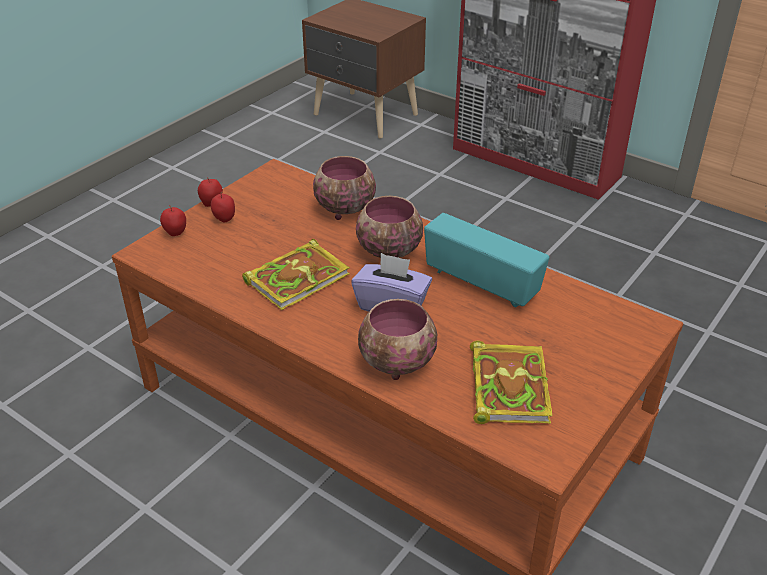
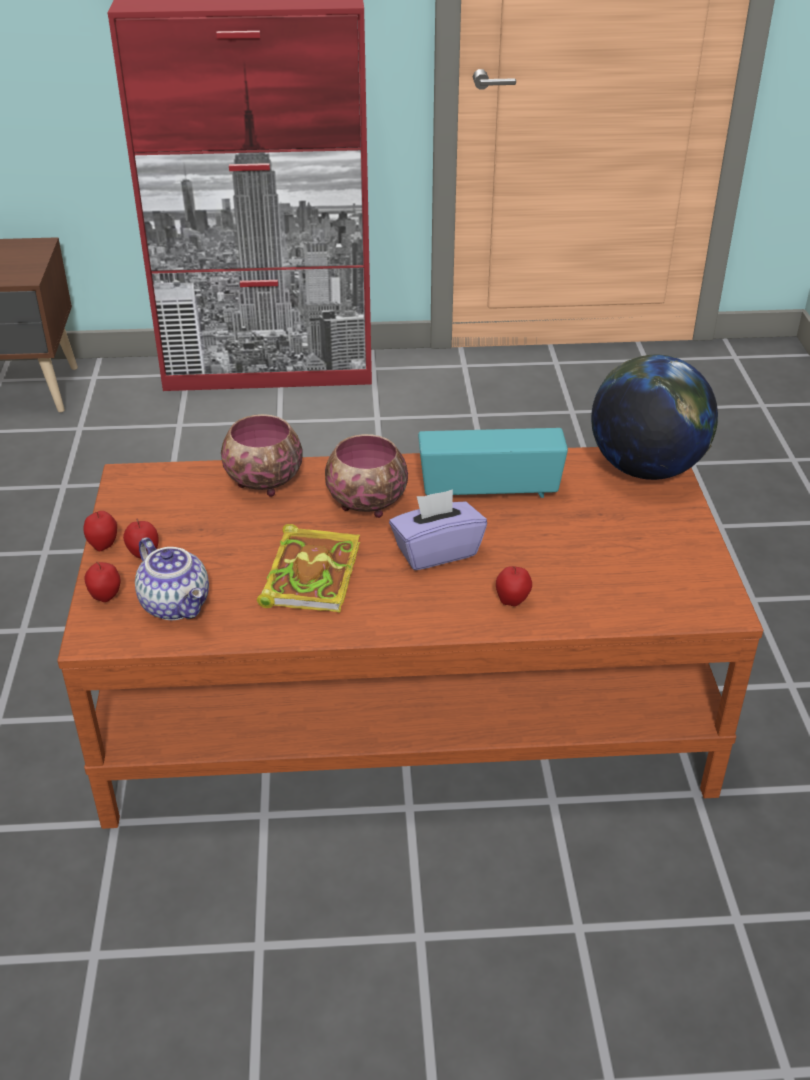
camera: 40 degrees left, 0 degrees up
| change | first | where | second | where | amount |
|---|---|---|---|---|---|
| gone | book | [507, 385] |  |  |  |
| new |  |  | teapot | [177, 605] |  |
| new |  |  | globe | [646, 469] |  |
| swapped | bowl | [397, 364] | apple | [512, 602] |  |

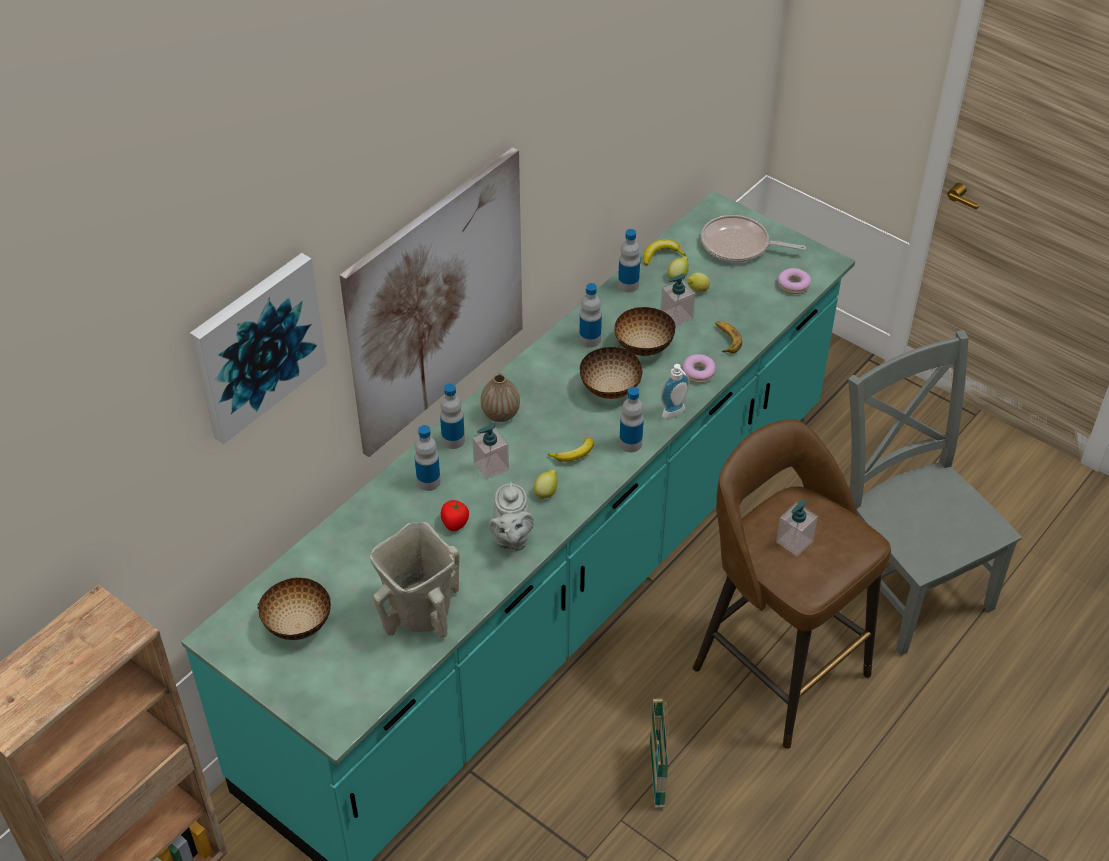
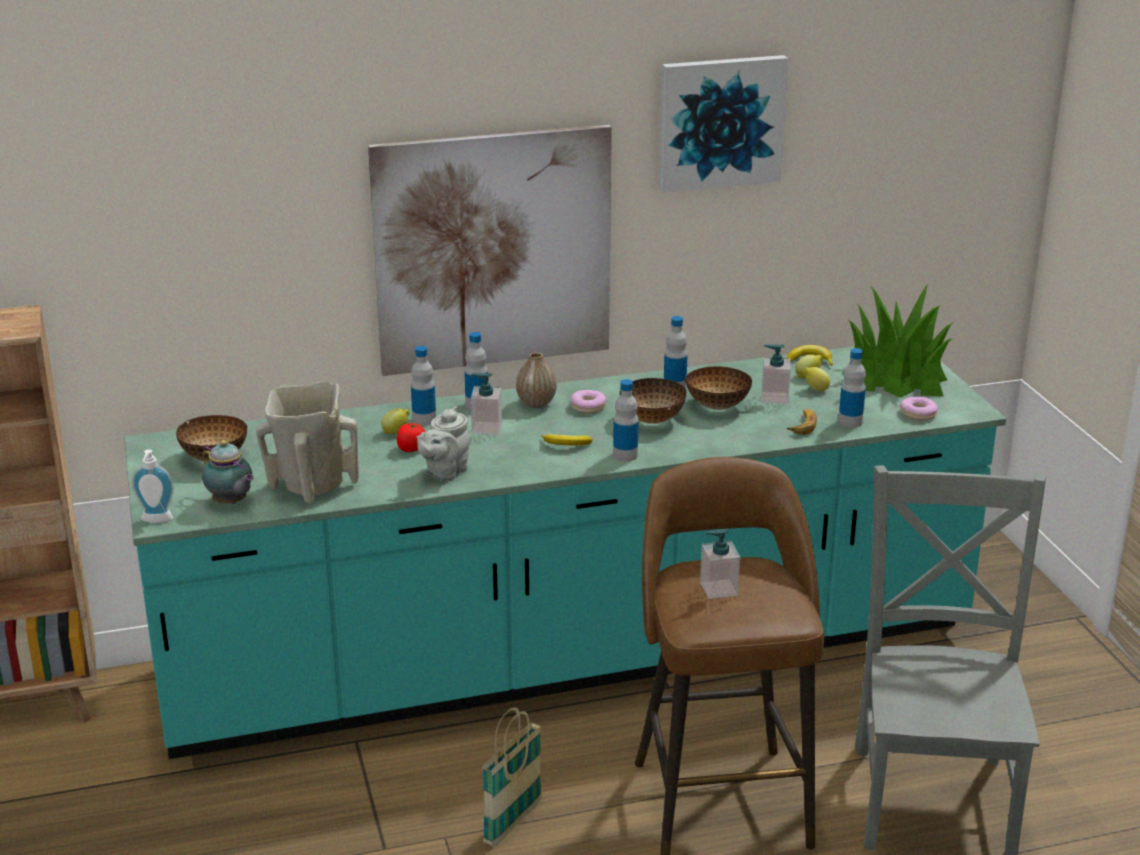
camera: 35 degrees right, 20 degrees down
| change | first | where | second | where | amount |
|---|---|---|---|---|---|
| new |  |  | teapot | [231, 503] |  |
| shifted | picture | [257, 346] |  | [720, 122] |  |
| shifted | lemon | [546, 492] |  | [396, 432] |  |
| shifted | bottle | [628, 285] |  | [850, 422] |  |
| shifted | soap dispenser | [675, 414] |  | [156, 521] |  |
| shifted | donut | [698, 372] |  | [588, 407] |  |
| swapped | frying pan | [739, 245] | potted plant | [895, 376] |  |

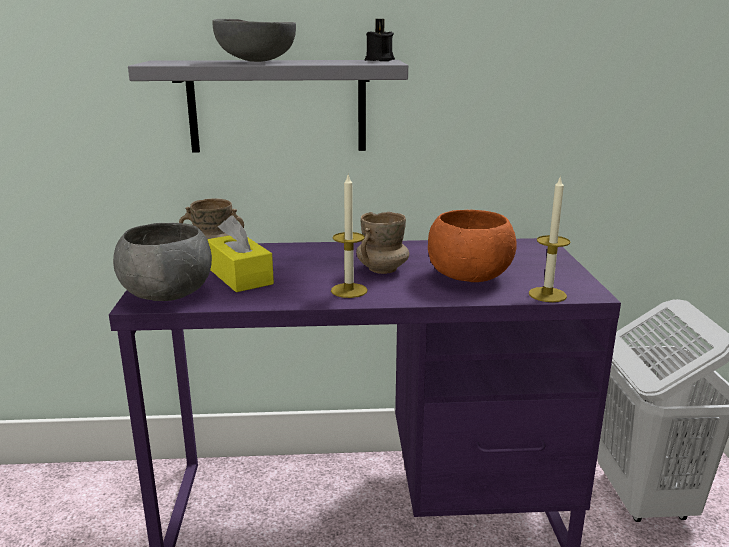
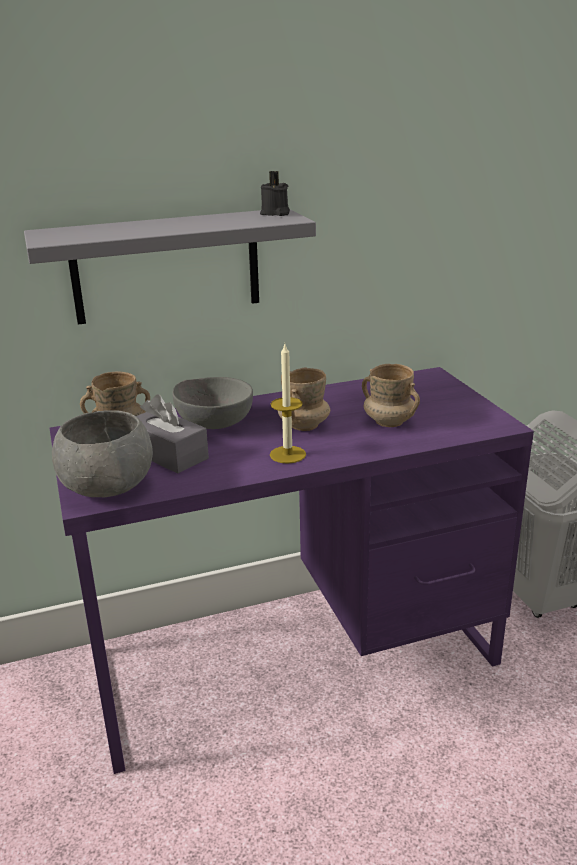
camera: 15 degrees left, 5 degrees up
| change | first | where | second | where | amount |
|---|---|---|---|---|---|
| gone | candle | [547, 294] |  |  |  |
| shifted | grey bowl | [256, 61] |  | [214, 423] |  |
| swapped | orange bowl | [468, 276] | beige mug | [388, 422] |  |
| repainted | yellow tissue box | [240, 276] | grey tissue box | [168, 454] |  |

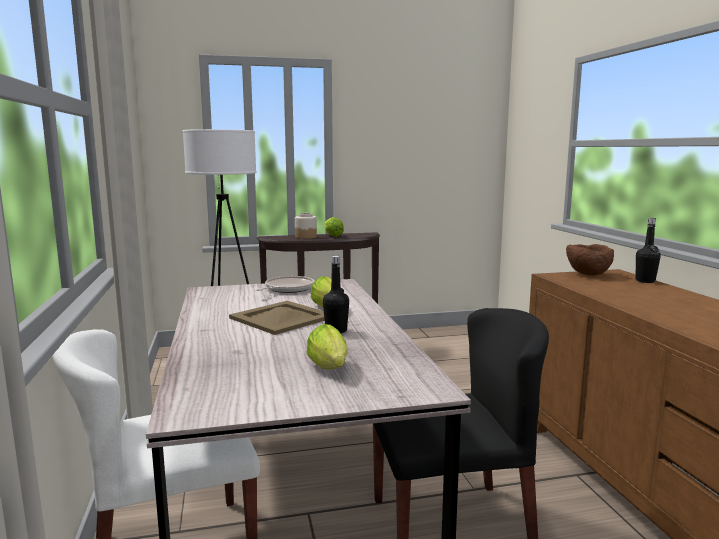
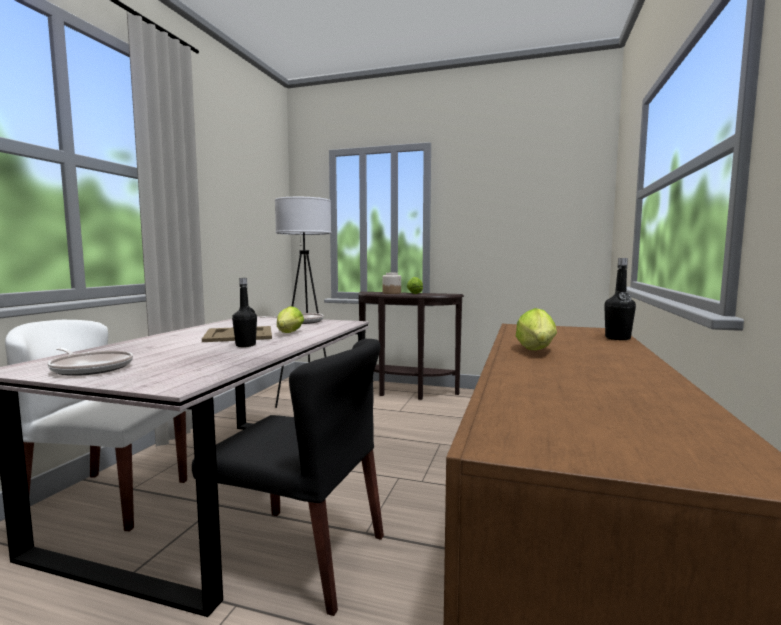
camera: 30 degrees right, 5 degrees down
| change | first | where | second | where | amount |
|---|---|---|---|---|---|
| gone | brown bowl | [587, 274] |  |  |  |
| new |  |  | frying pan | [91, 368] |  |
| shifted | lettuce | [330, 369] |  | [537, 351] |  |

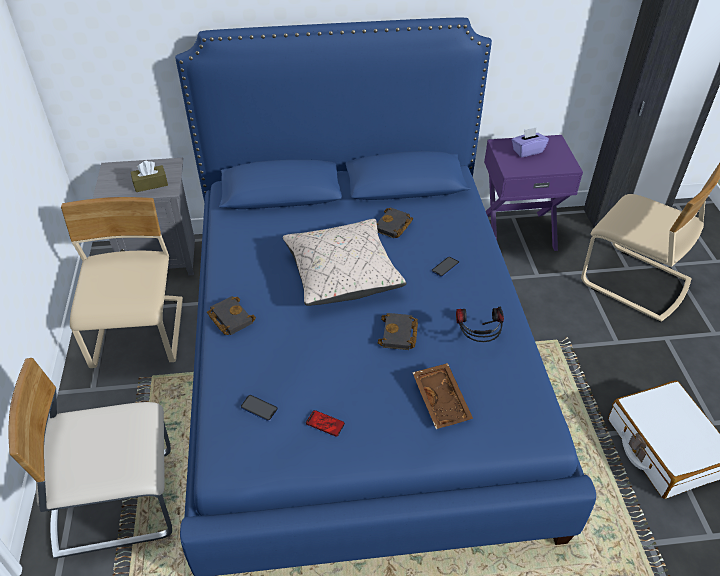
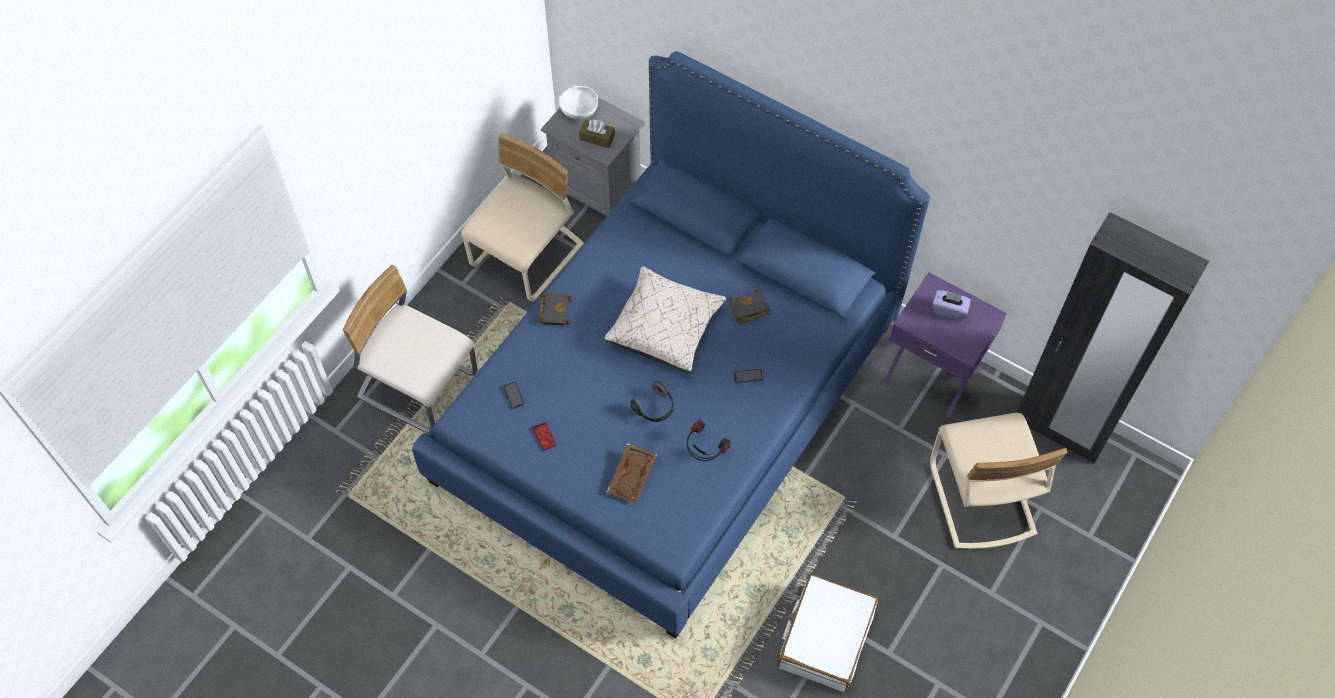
camera: 40 degrees right, 15 degrees up
| change | first | where | second | where | amount |
|---|---|---|---|---|---|
| new |  |  | white bowl | [579, 110] |  |
| swapped | black book | [399, 335] | headphones | [655, 408] |  |

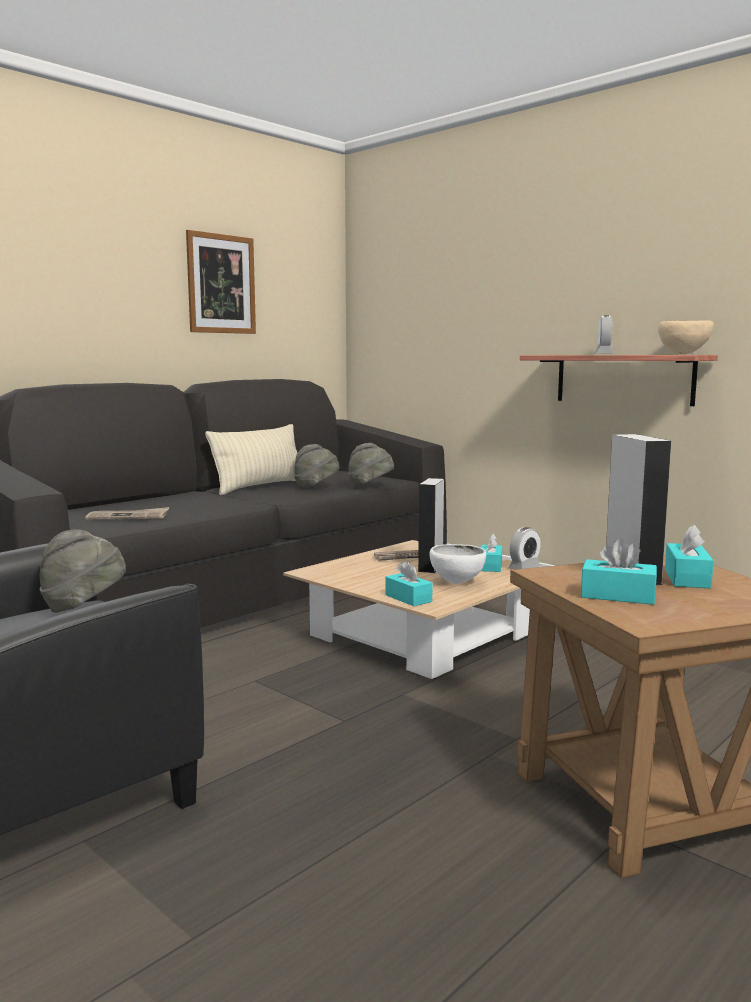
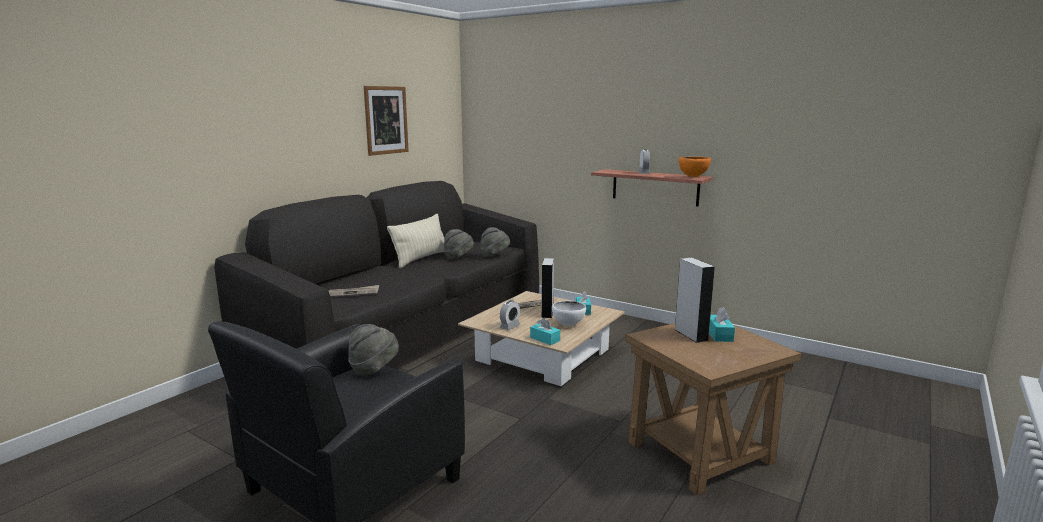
camera: 10 degrees left, 5 degrees up
| change | first | where | second | where | amount |
|---|---|---|---|---|---|
| gone | turquoise tissue box | [618, 596] |  |  |  |
| shifted | alarm clock | [524, 568] |  | [510, 326] |  |
| repainted | beige bowl | [683, 354] | orange bowl | [693, 177] |  |

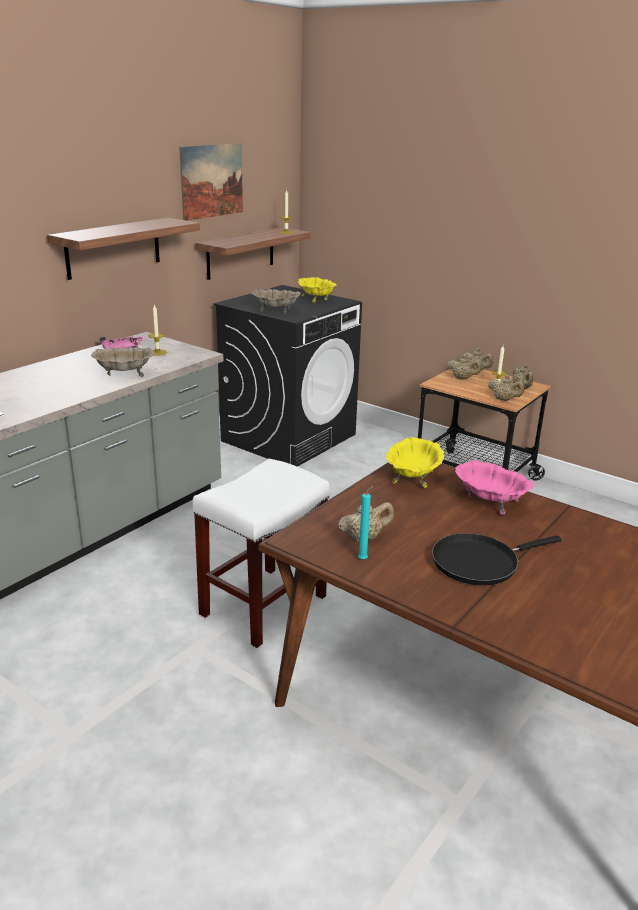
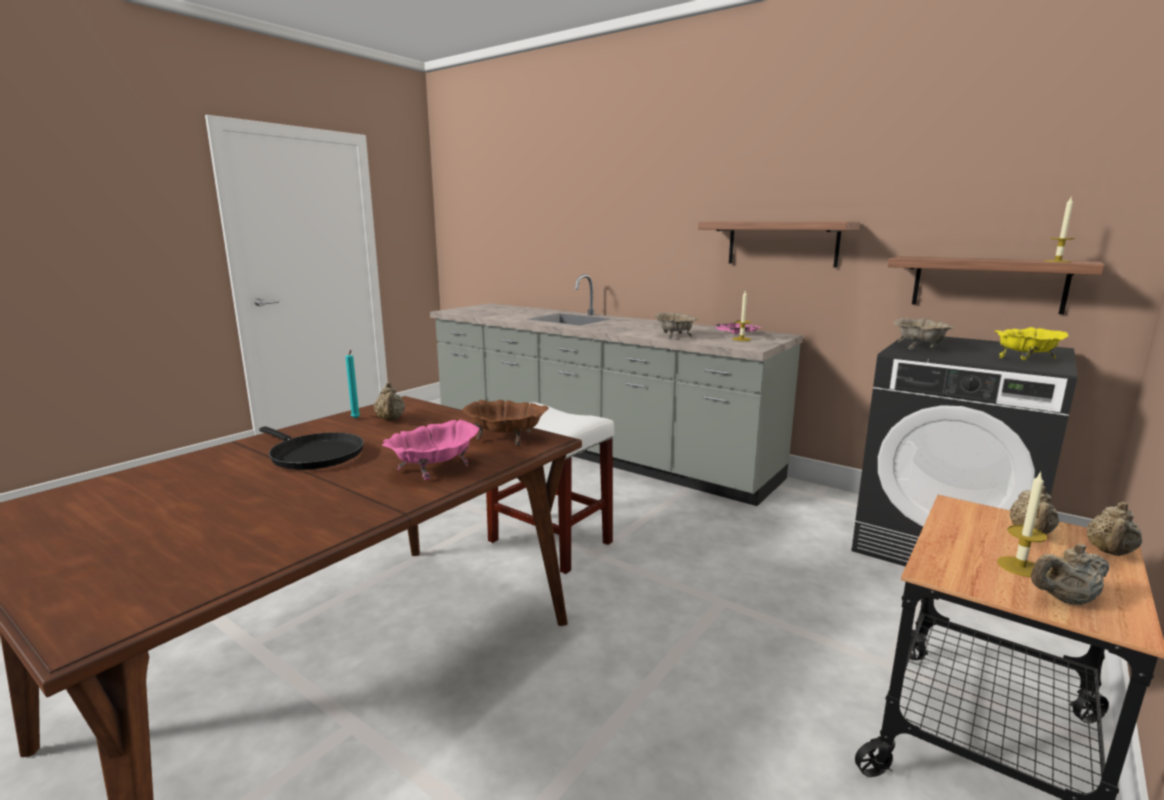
camera: 90 degrees right, 10 degrees down
| change | first | where | second | where | amount |
|---|---|---|---|---|---|
| gone | picture | [212, 181] |  |  |  |
| gone | beige teapot | [504, 400] |  |  |  |
| repainted | yellow bowl | [412, 477] | brown bowl | [506, 438] |  |
| rotated | black frying pan | [479, 562] |  | [313, 455] | 150 degrees clockwise |

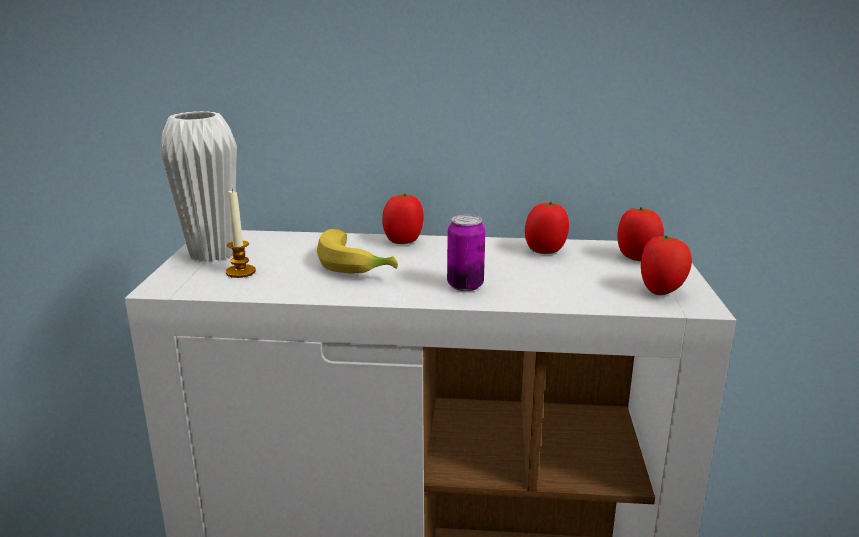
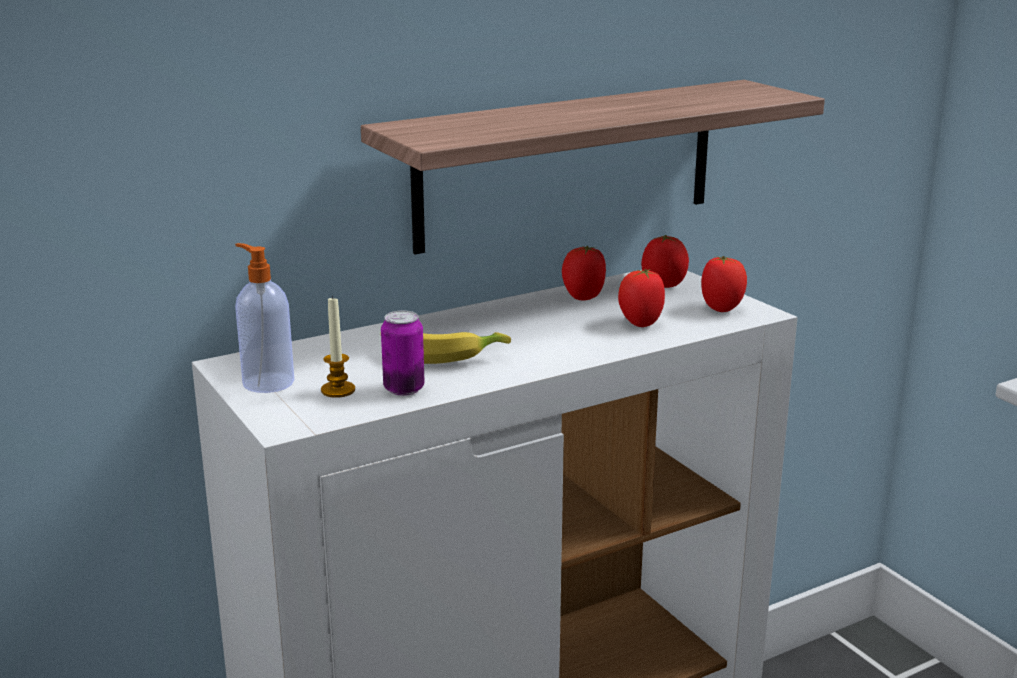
camera: 35 degrees left, 0 degrees up
| change | first | where | second | where | amount |
|---|---|---|---|---|---|
| new |  |  | shelf | [568, 164] |  |
| shifted | tomato | [403, 241] |  | [640, 323] |  |
| shifted | can | [465, 285] |  | [404, 389] |  |
| swapped | white vase | [211, 254] | soap dispenser | [267, 382] |  |

